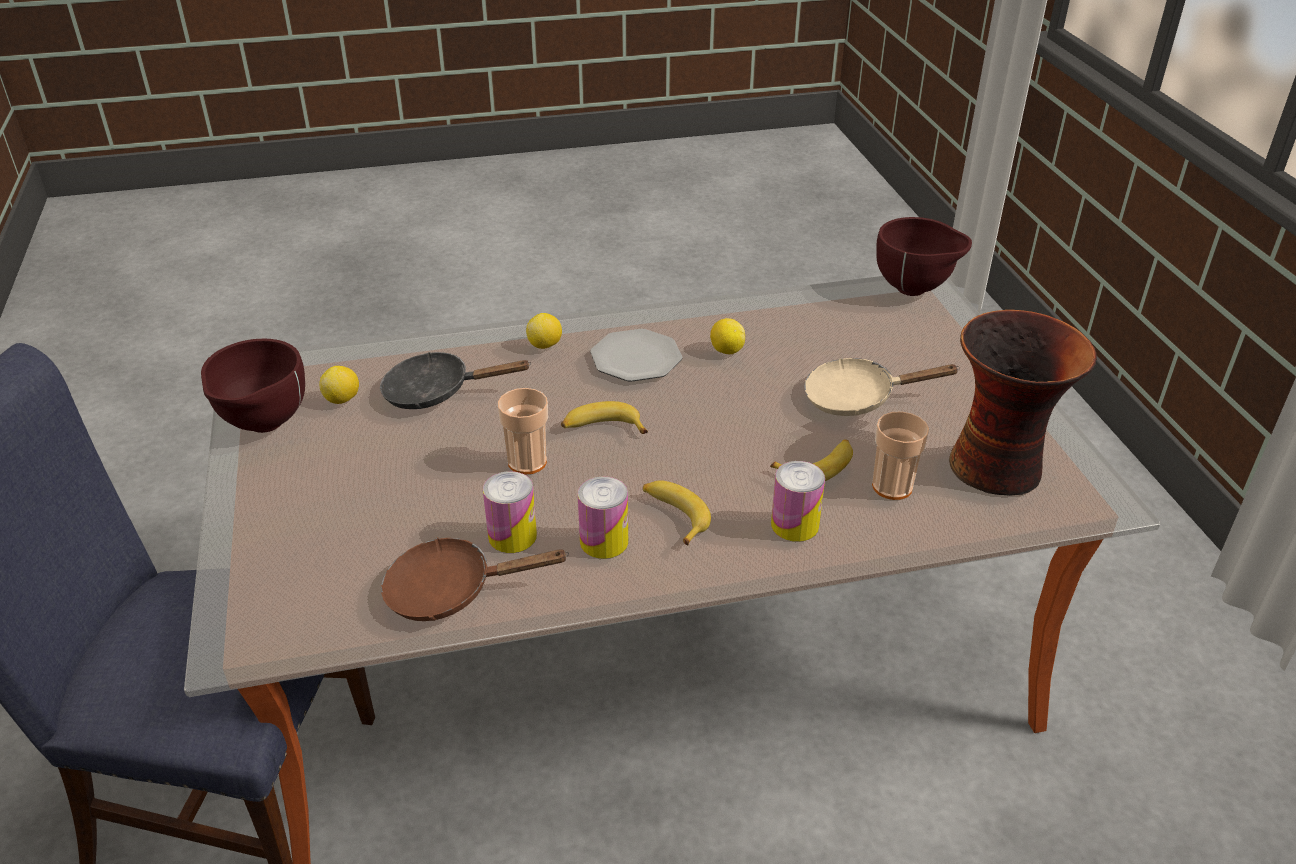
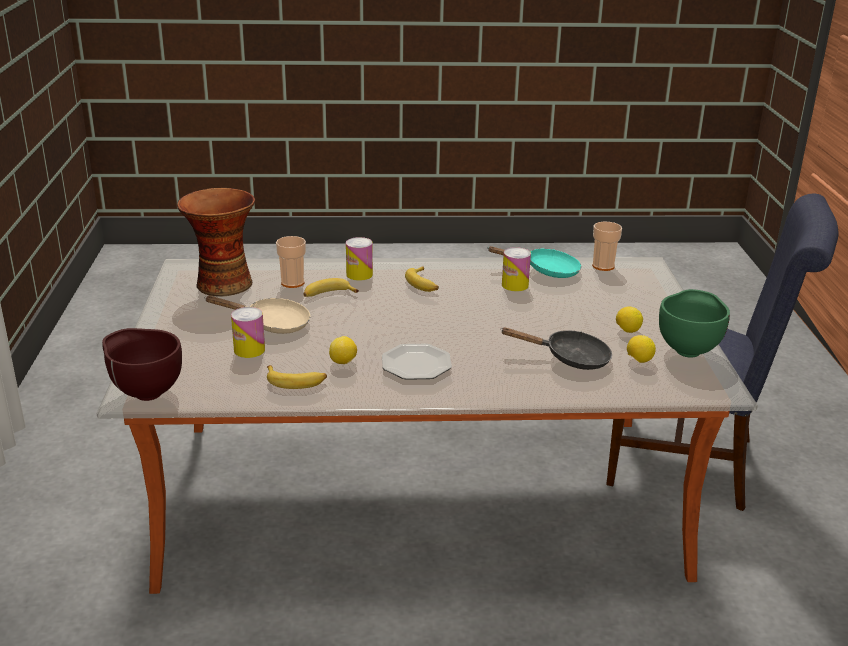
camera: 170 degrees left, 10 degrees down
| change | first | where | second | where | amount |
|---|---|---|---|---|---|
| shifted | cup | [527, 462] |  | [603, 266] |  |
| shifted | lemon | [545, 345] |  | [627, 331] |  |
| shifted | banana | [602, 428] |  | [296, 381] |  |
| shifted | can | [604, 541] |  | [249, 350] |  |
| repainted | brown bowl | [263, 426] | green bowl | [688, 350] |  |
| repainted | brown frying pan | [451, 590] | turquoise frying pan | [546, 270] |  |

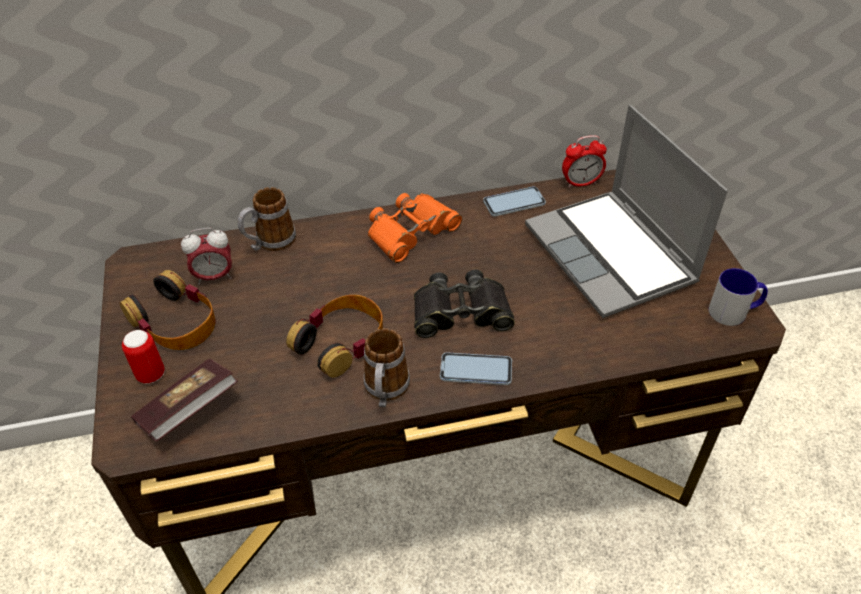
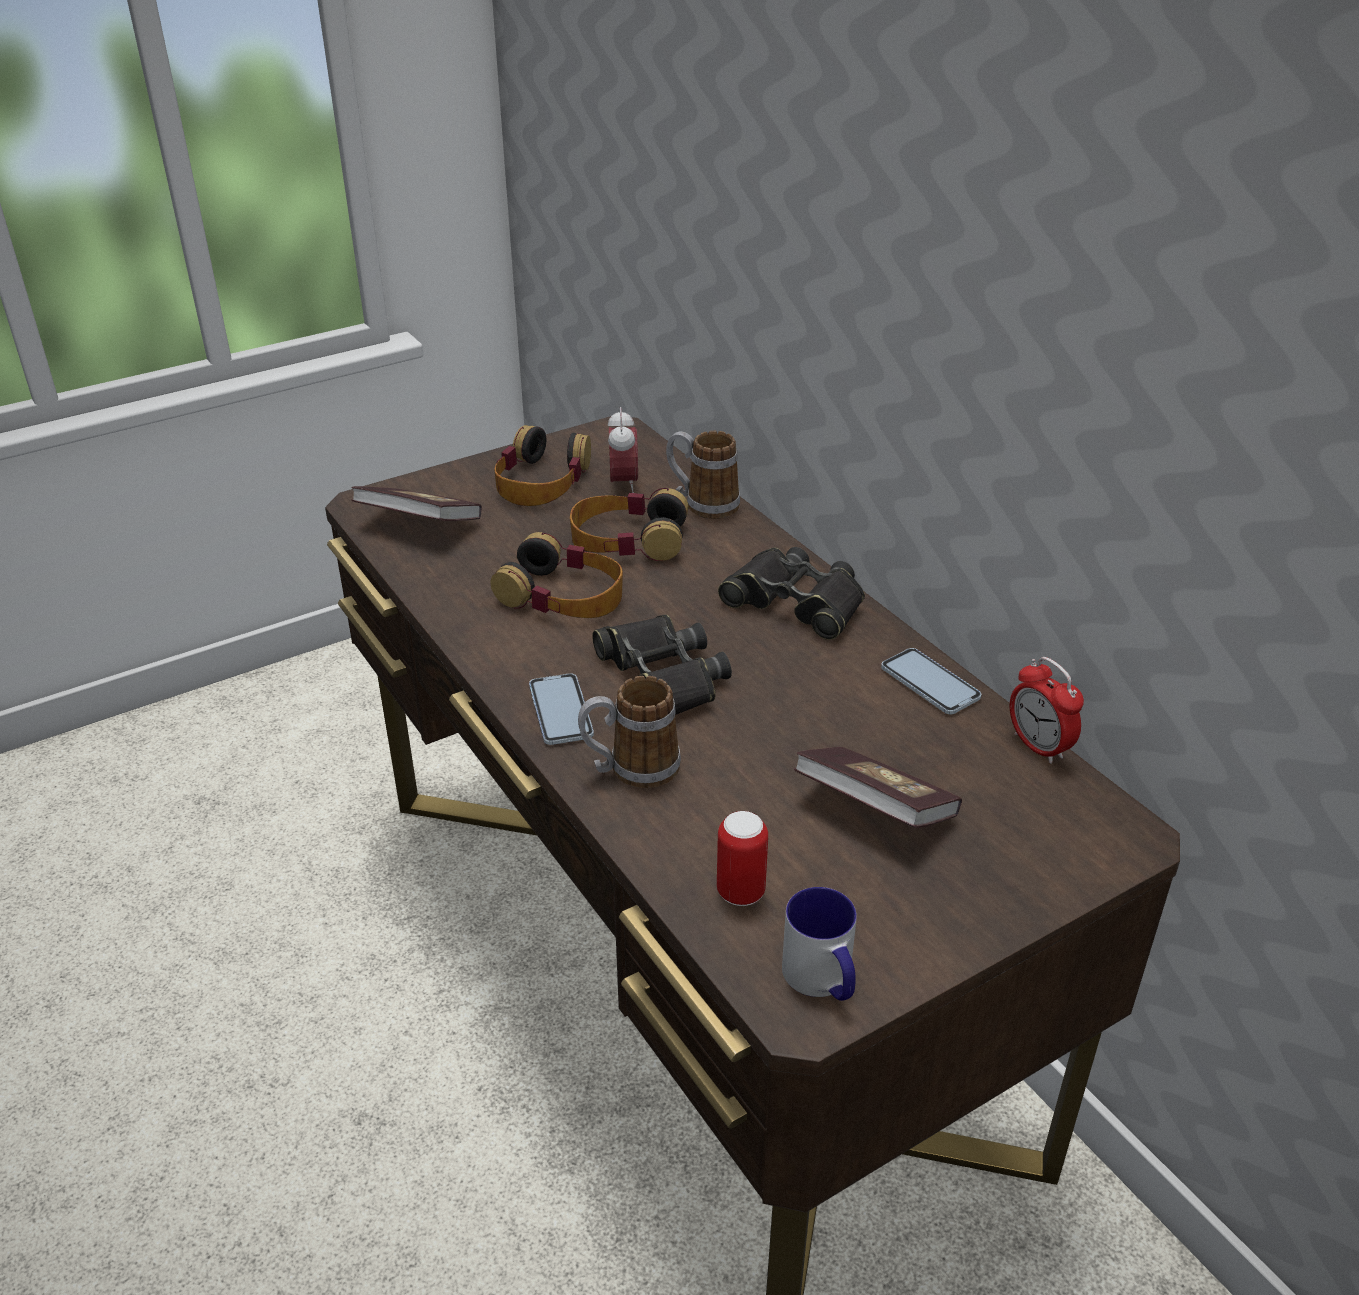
camera: 70 degrees right, 10 degrees down
| change | first | where | second | where | amount |
|---|---|---|---|---|---|
| new |  |  | headphones | [628, 539] |  |
| shifted | can | [151, 374] |  | [740, 892] |  |
| shifted | mug | [385, 391] |  | [631, 769] |  |
| swapped | laptop | [612, 255] | book | [874, 809] |  |
| repainted | orange binoculars | [411, 232] | black binoculars | [796, 602] |  |
| rotated | alarm clock | [214, 276] |  | [623, 484] | 150 degrees counterclockwise |

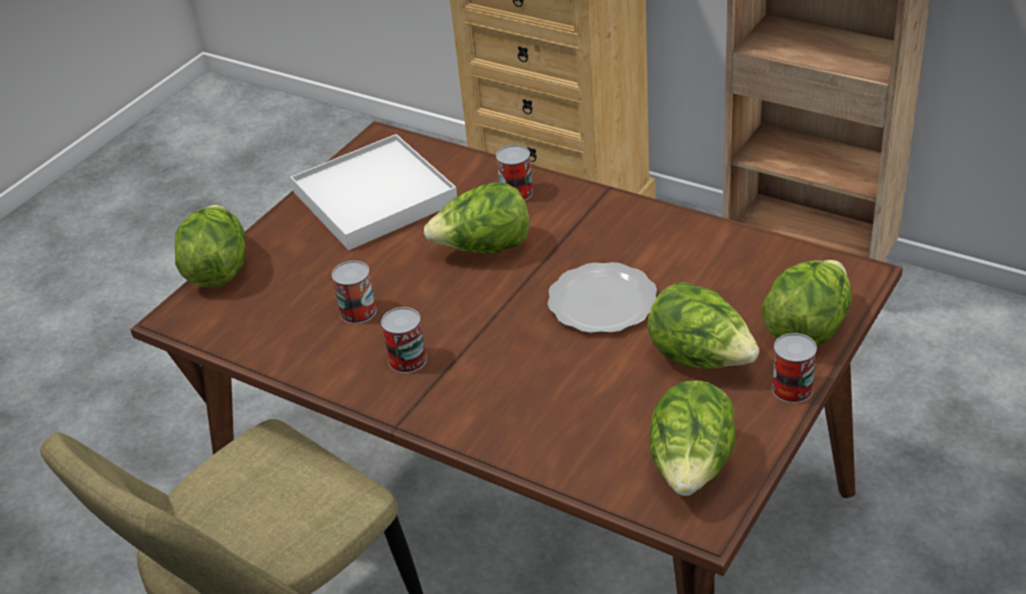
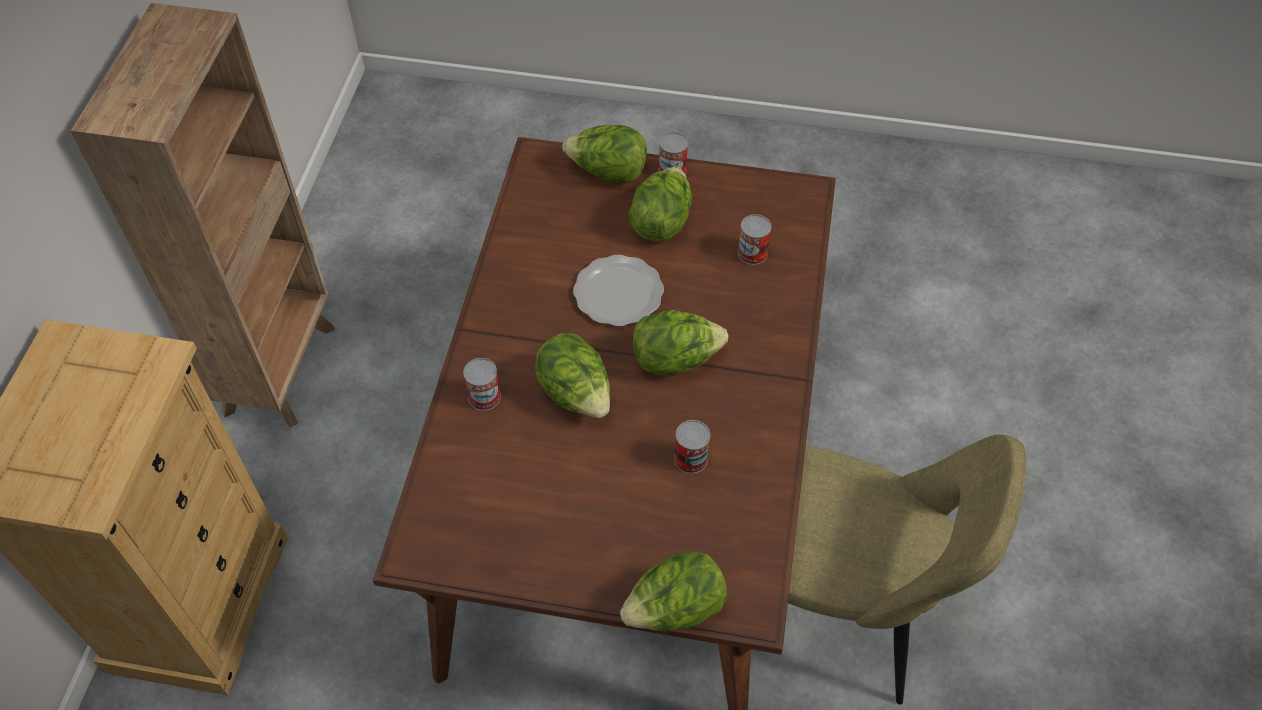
camera: 115 degrees left, 15 degrees up
| change | first | where | second | where | amount |
|---|---|---|---|---|---|
| gone | white tray | [375, 197] |  |  |  |
| shifted | can | [407, 360] |  | [752, 253] |  |
| shifted | lettuce | [692, 468] |  | [675, 359] |  |

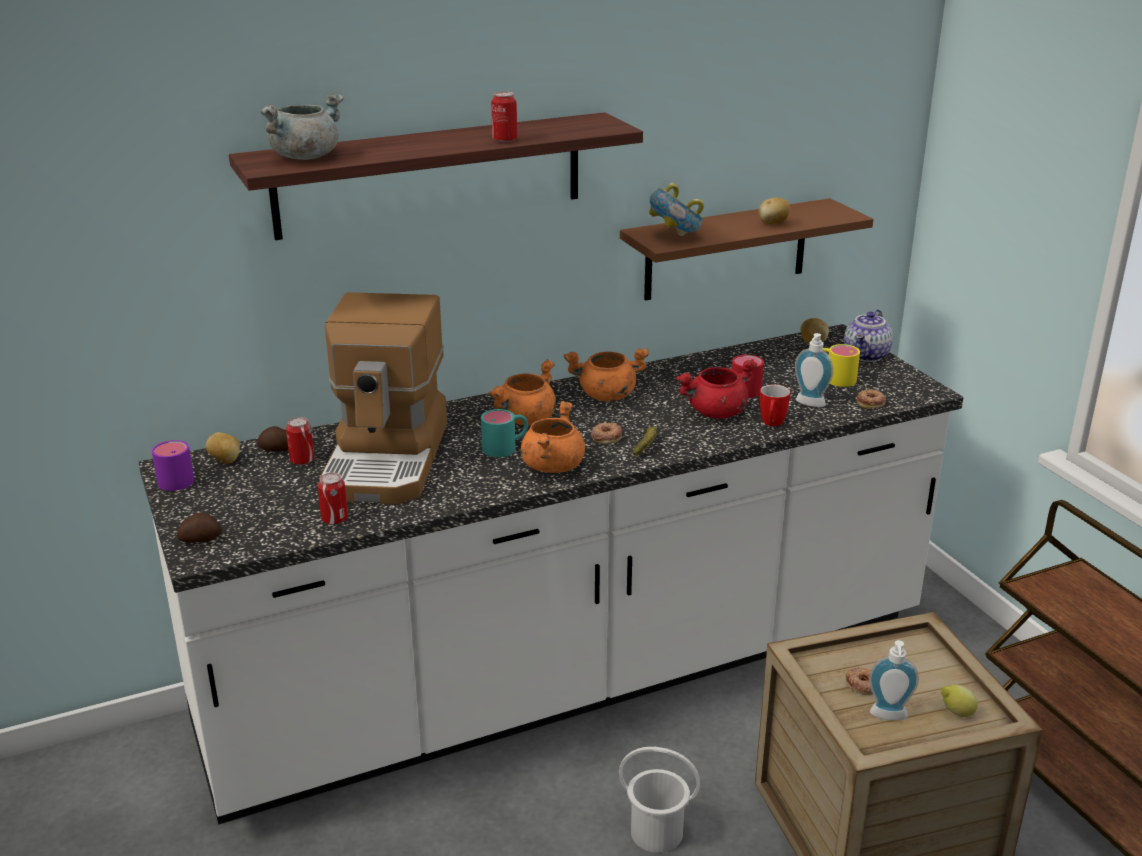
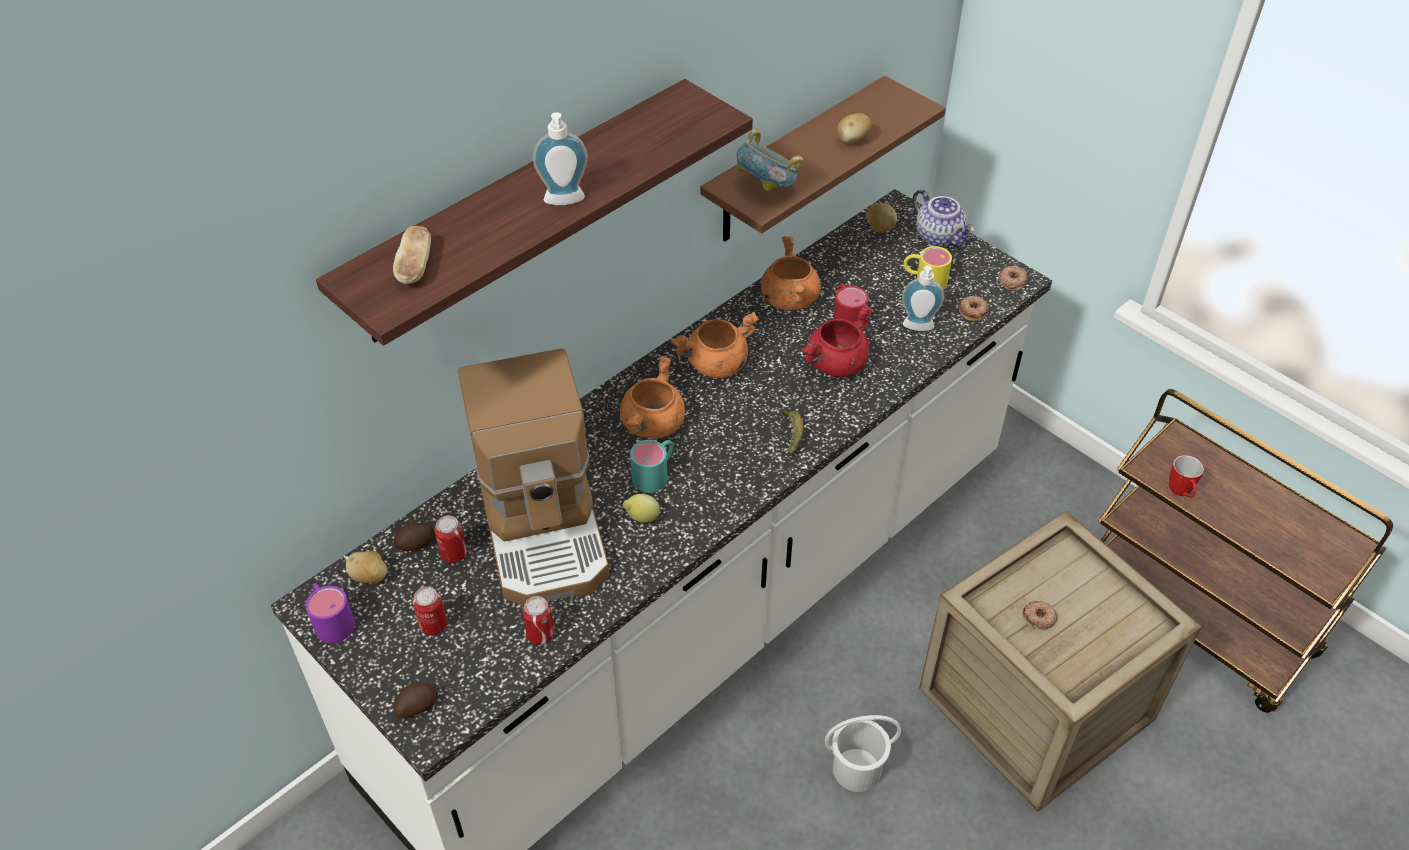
camera: 20 degrees left, 20 degrees up
| change | first | where | second | where | amount |
|---|---|---|---|---|---|
| shifted | can | [504, 140] |  | [433, 625] |  |
| shifted | orange cooking pot | [552, 465] |  | [788, 298] |  |
| shifted | donut | [606, 436] |  | [1012, 280] |  |
| shifted | mug | [771, 425] |  | [1181, 493] |  |
| shifted | soap dispenser | [888, 717] |  | [564, 202] |  |
| shifted | lemon | [956, 713] |  | [641, 518] |  |
| swapped | grey cooking pot | [305, 156] | bread | [415, 267] |  |
| rotated | teapot | [867, 356] |  | [940, 237] | 45 degrees counterclockwise |

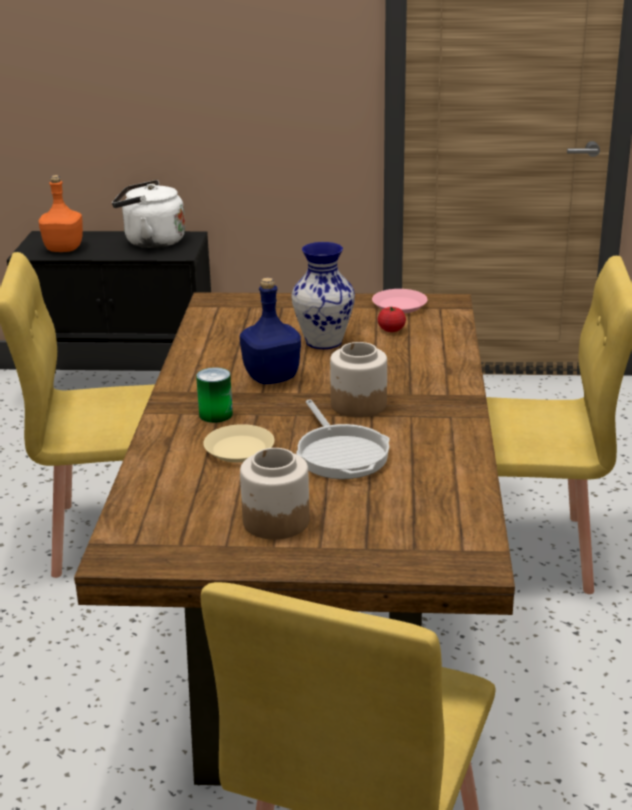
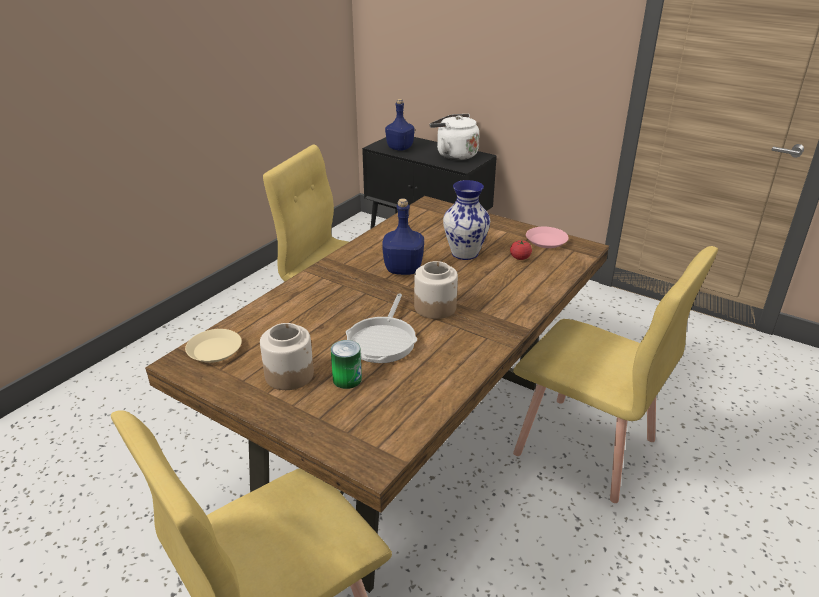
camera: 30 degrees right, 5 degrees up
| change | first | where | second | where | amount |
|---|---|---|---|---|---|
| shifted | can | [215, 414] |  | [347, 379] |  |
| shifted | beige plate | [238, 449] |  | [214, 350] |  |
| repainted | orange bottle | [63, 249] | blue bottle | [399, 148] |  |

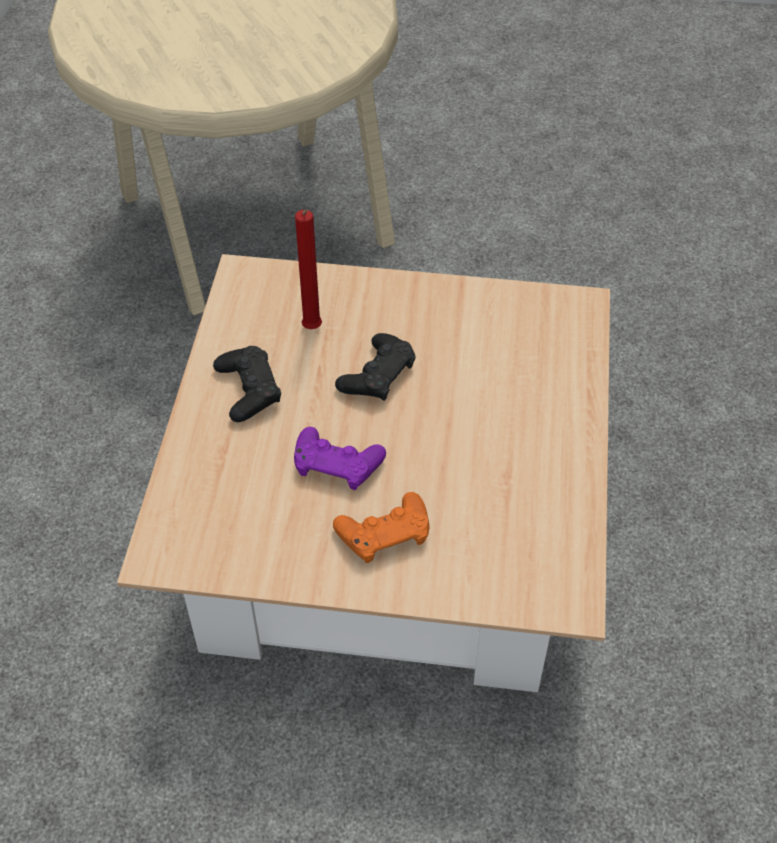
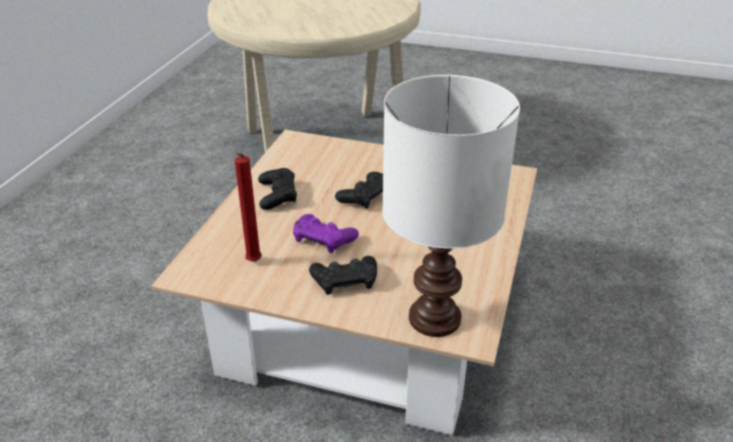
camera: 10 degrees right, 15 degrees down
| change | first | where | second | where | amount |
|---|---|---|---|---|---|
| new |  |  | white table lamp | [436, 319] |  |
| shifted | red candle | [311, 330] |  | [253, 263] |  |
| repainted | orange game controller | [384, 533] | black game controller | [345, 280] |  |

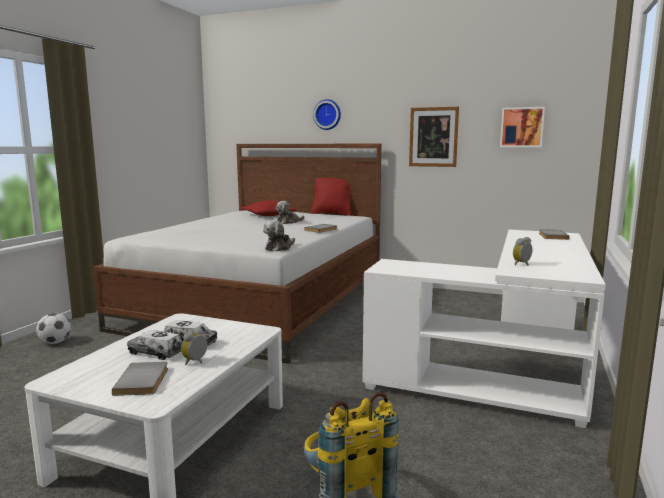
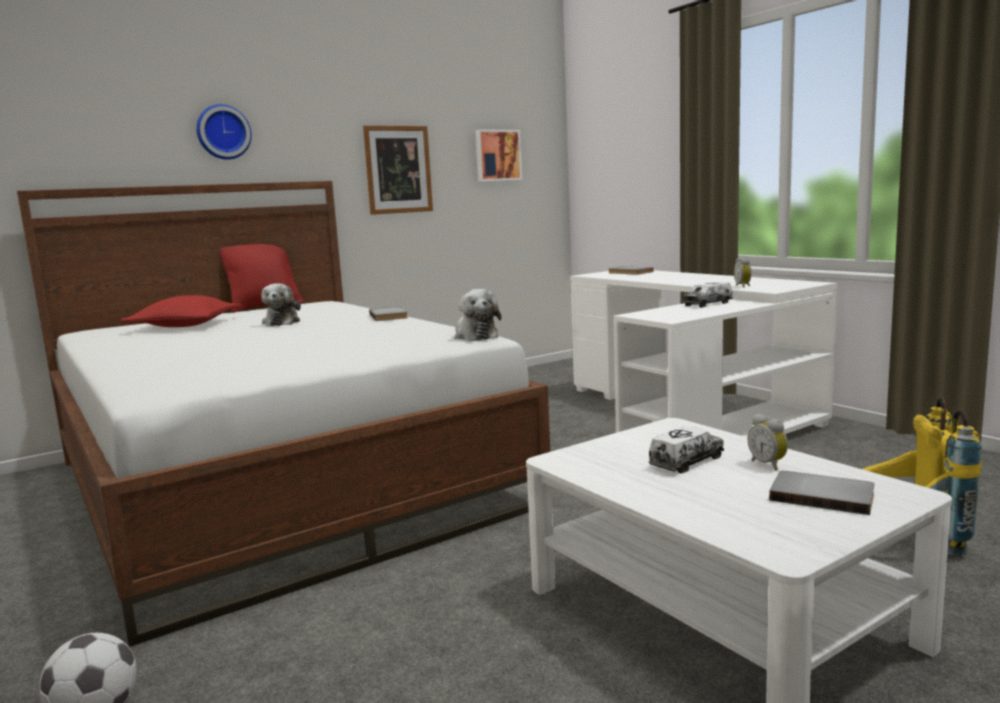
camera: 55 degrees left, 0 degrees up
| change | first | where | second | where | amount |
|---|---|---|---|---|---|
| shifted | toy truck | [155, 353] |  | [708, 304] |  |

